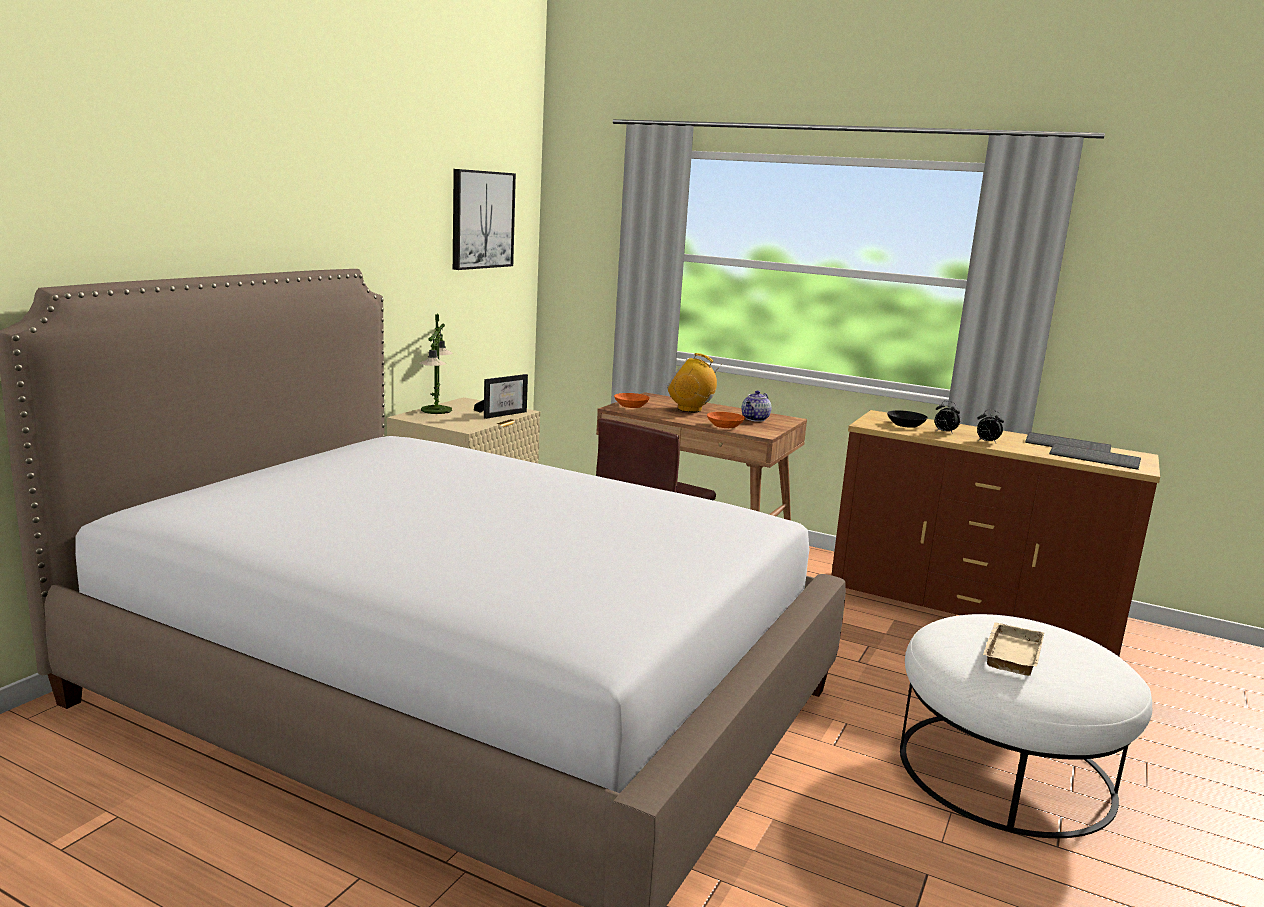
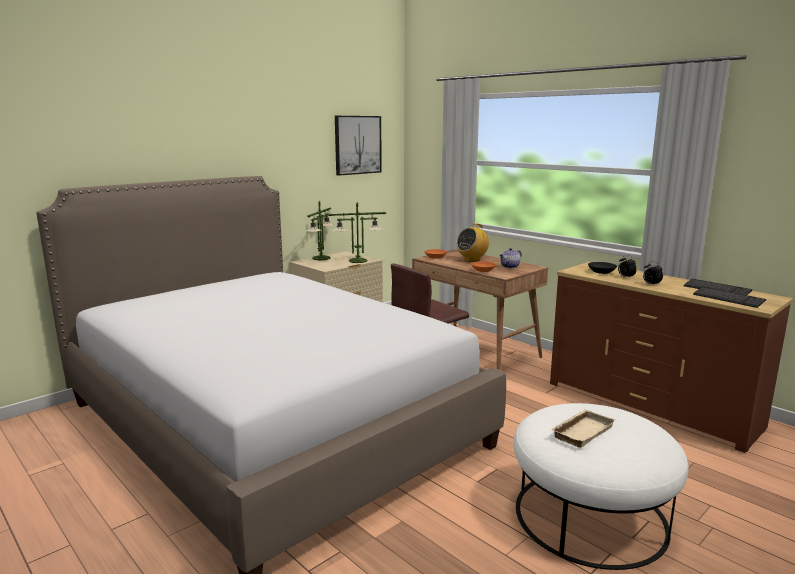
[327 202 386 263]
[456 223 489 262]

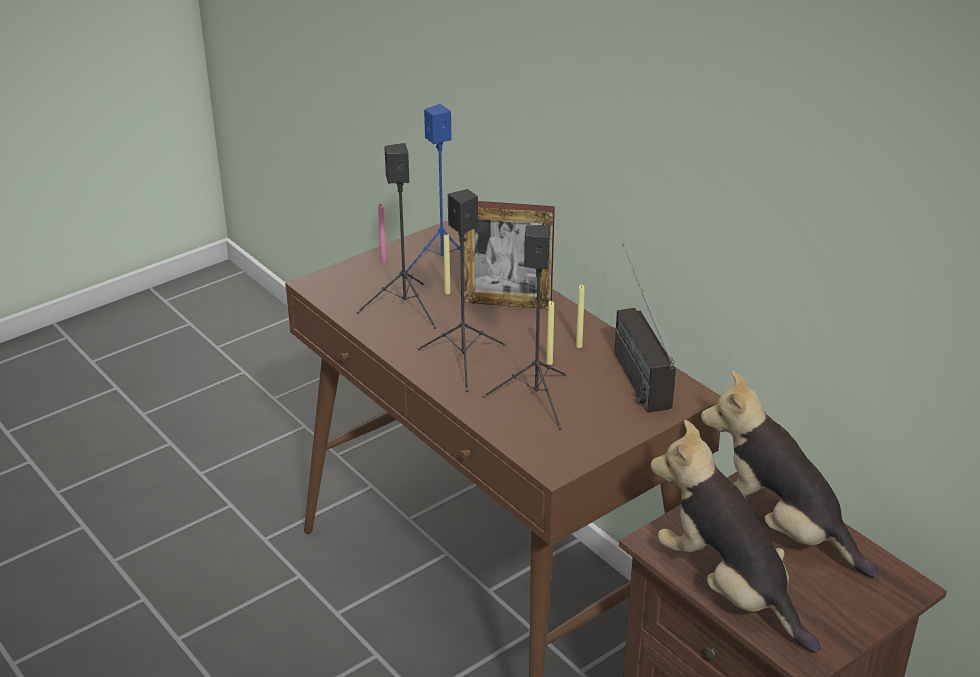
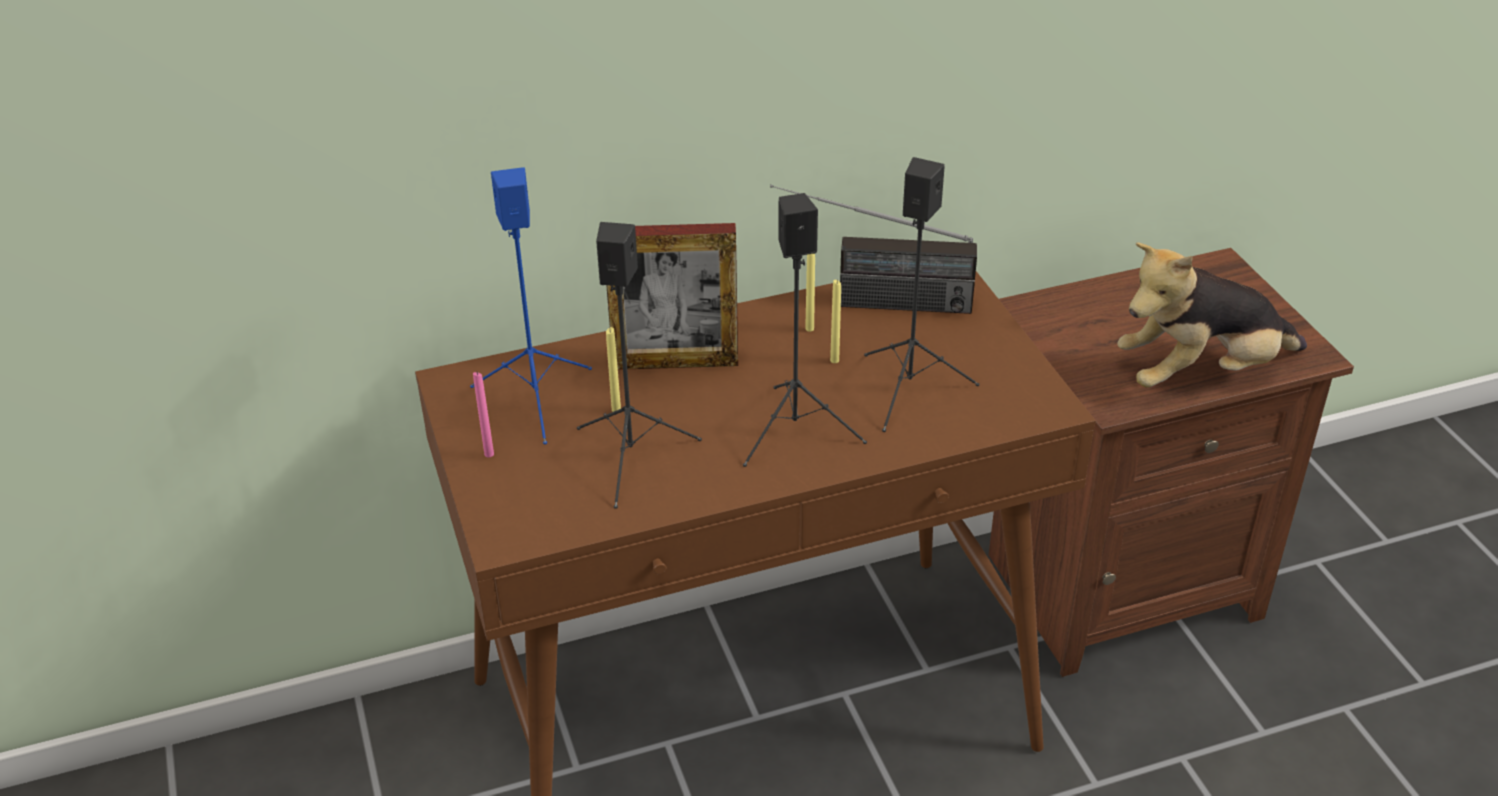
[606 223 738 370]
[701 370 879 578] (first image)

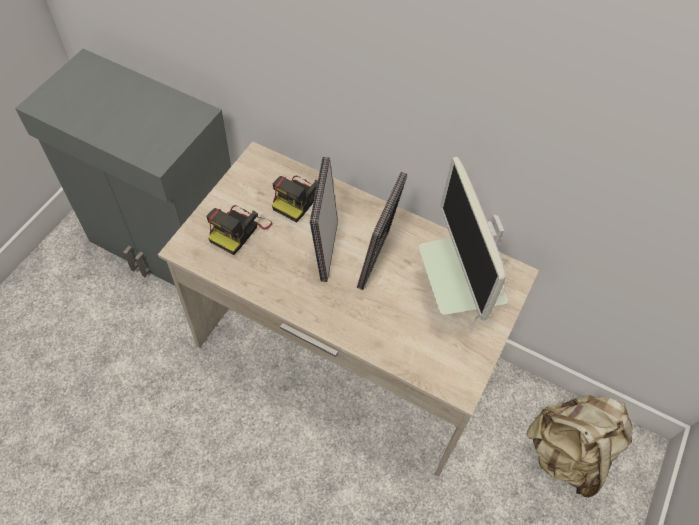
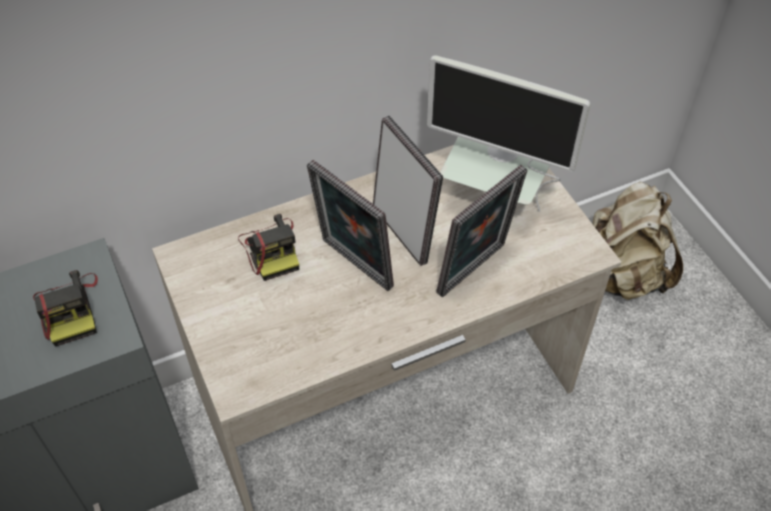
[33 270 98 347]
[436 165 527 297]

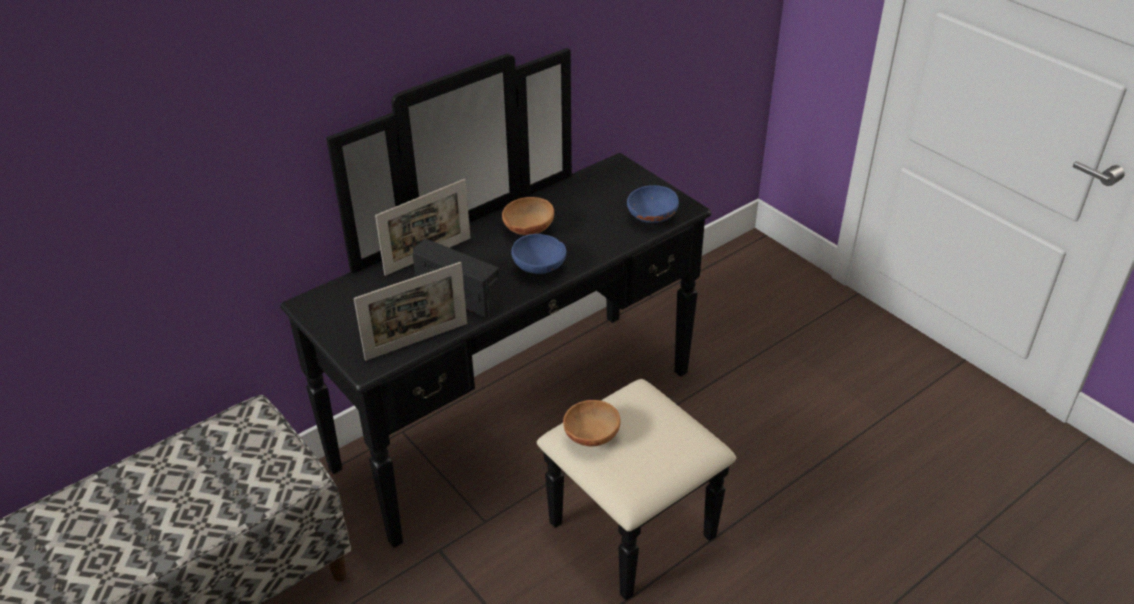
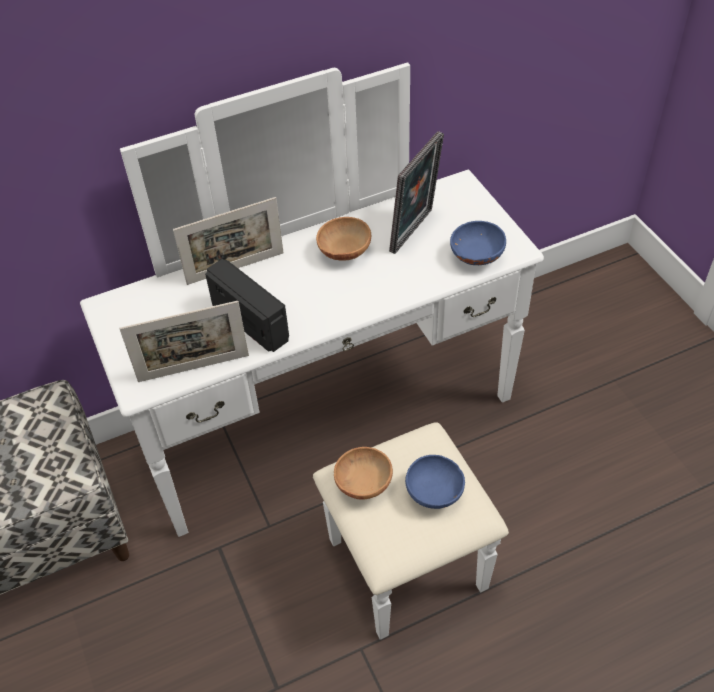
[80 62 544 640]
[405 455 465 509]
[389 131 444 254]

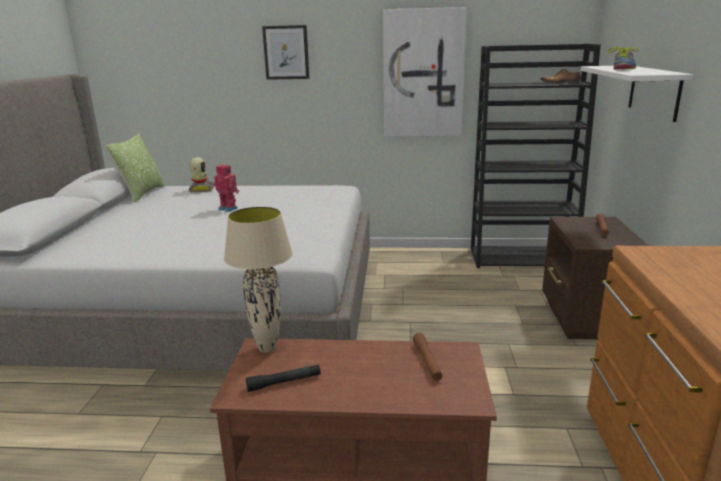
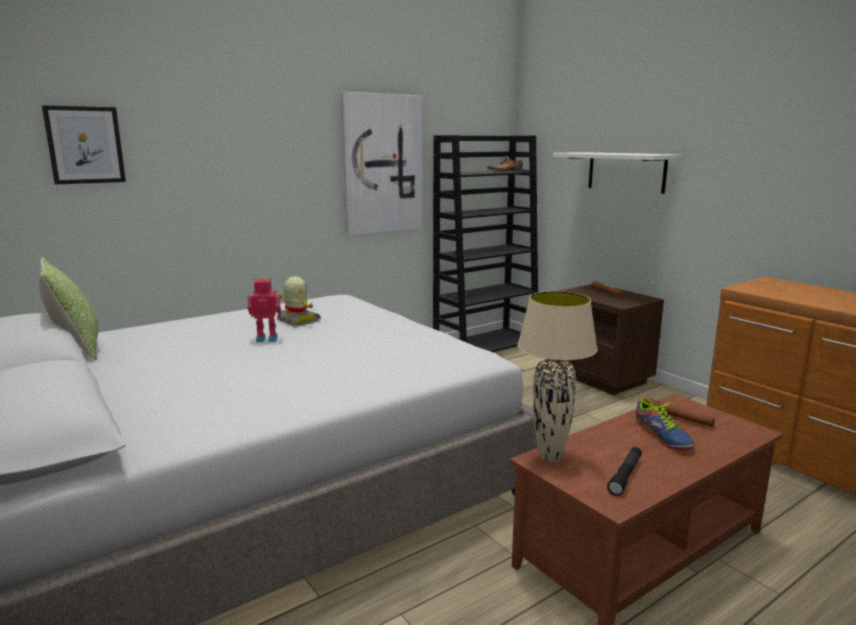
[277 276 321 326]
[42 105 126 184]
[635 397 695 450]

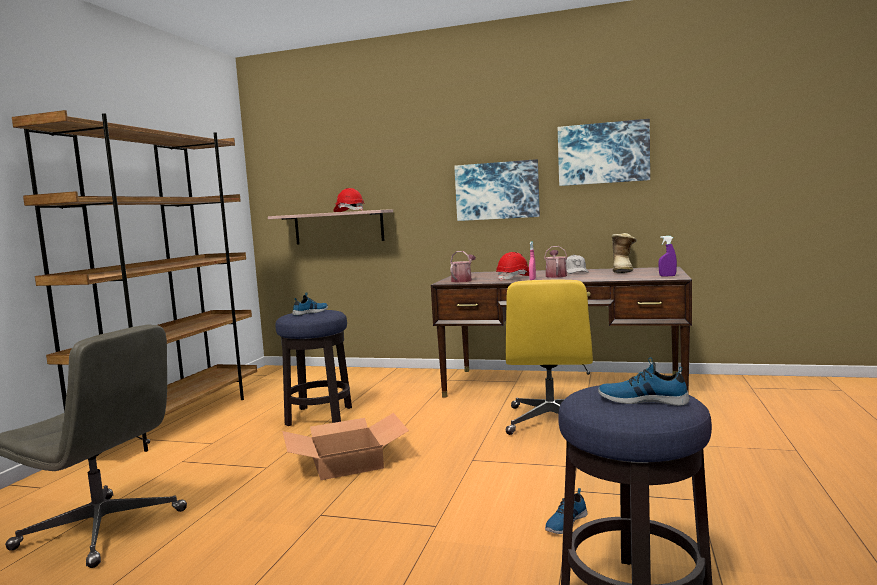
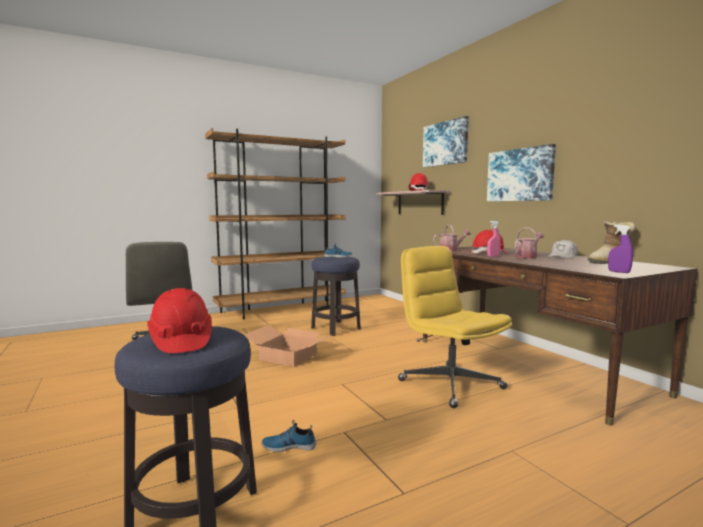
[398 246 512 408]
[423 116 469 167]
[147 288 212 353]

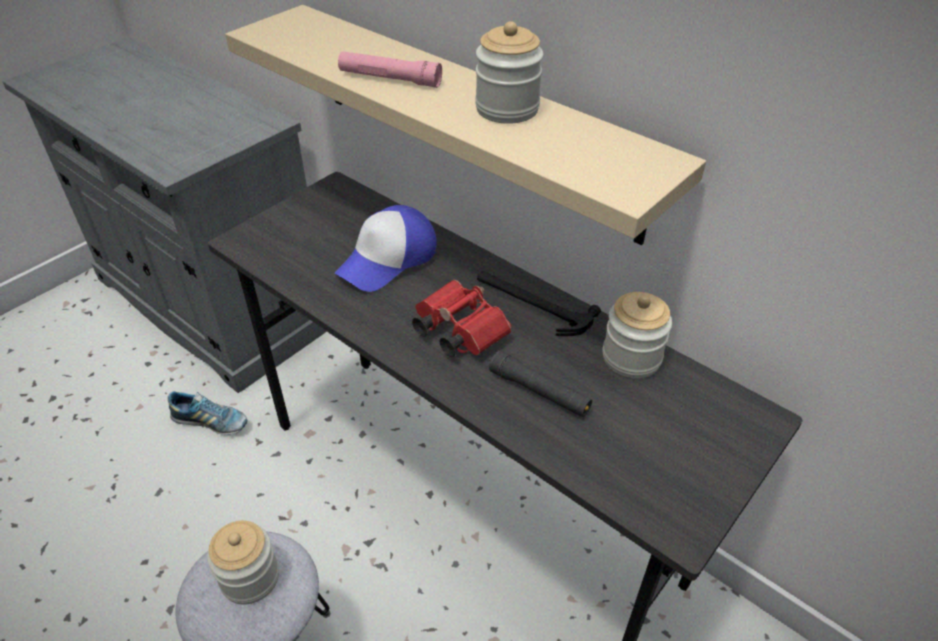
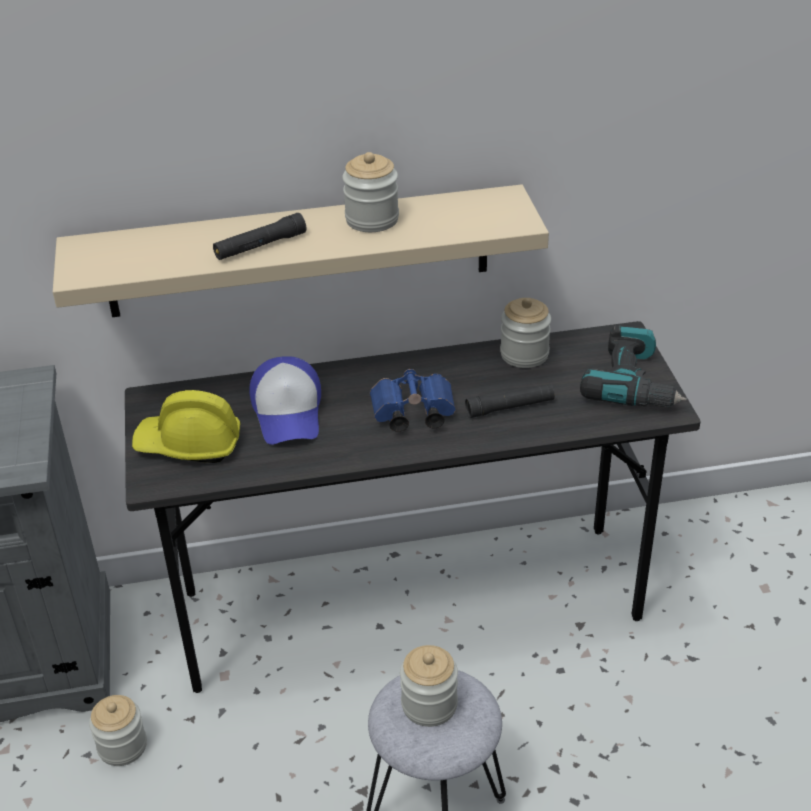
[89 695 147 766]
[213 213 306 260]
[370 369 455 432]
[477 271 601 336] (first image)
[132 390 240 463]
[580 325 687 408]

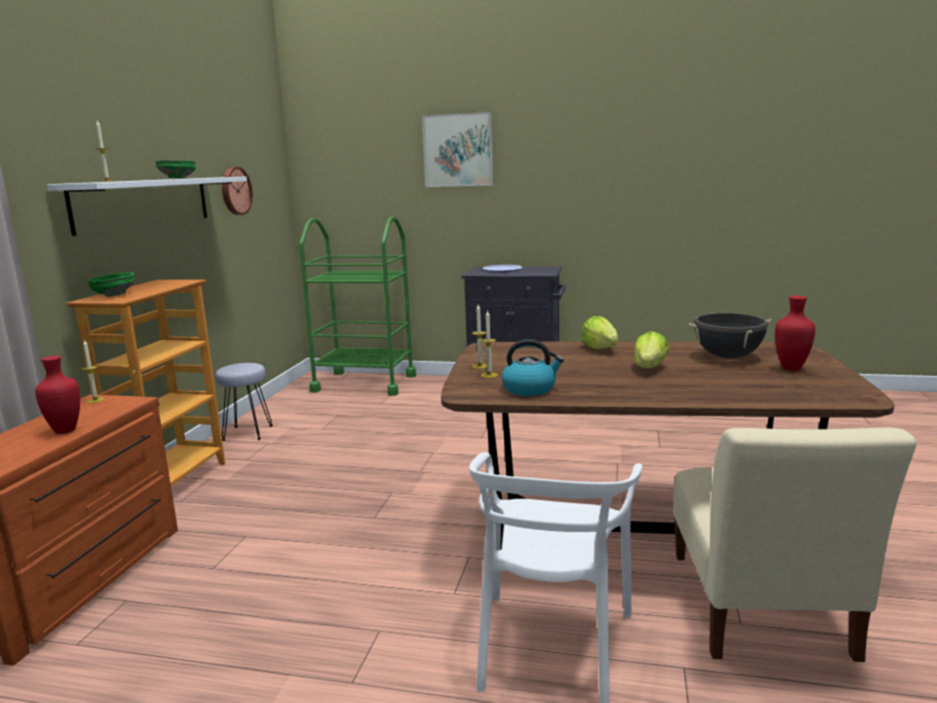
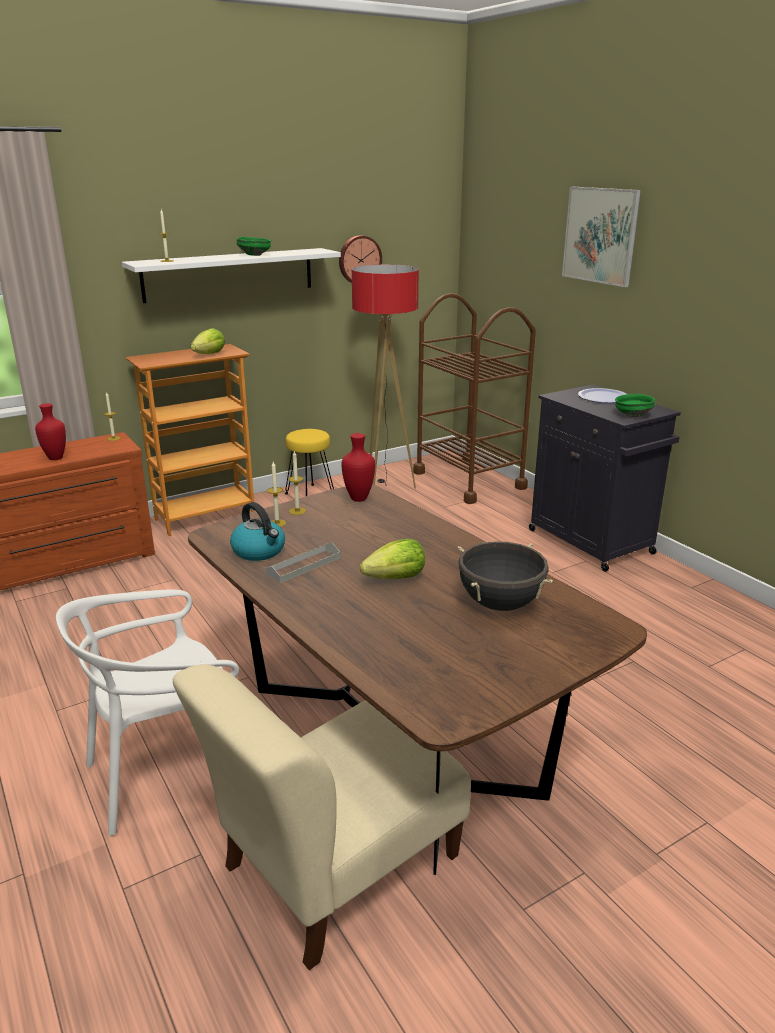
[615 394 655 417]
[285 429 334 496]
[413 293 536 504]
[191 328 225 354]
[342 433 375 502]
[265 543 340 583]
[352 264 419 489]

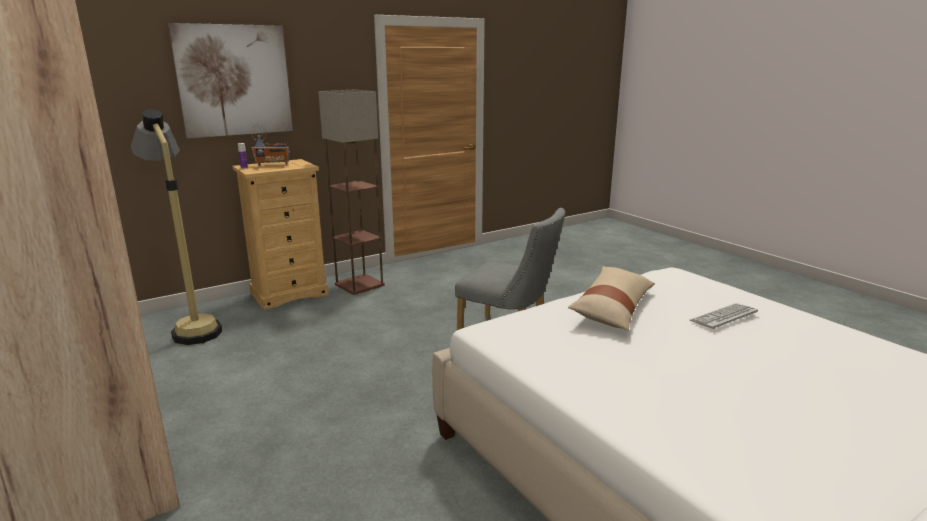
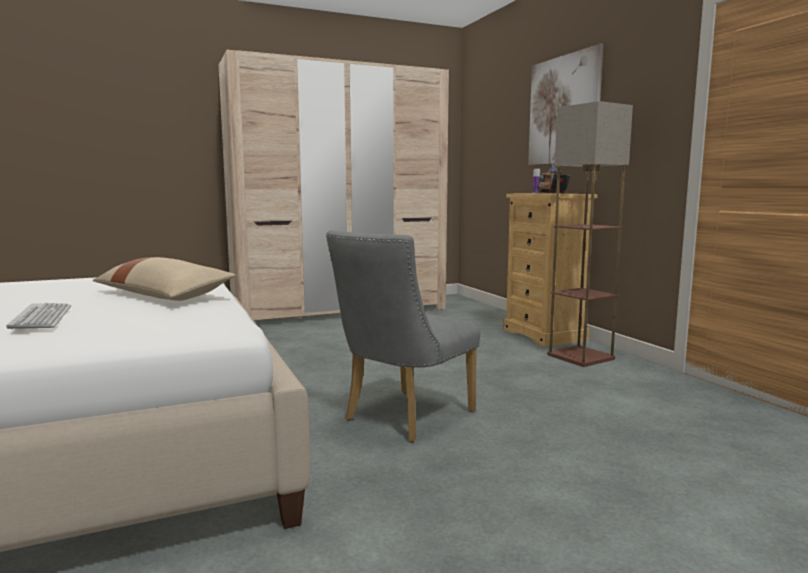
[131 109 222 345] (first image)

